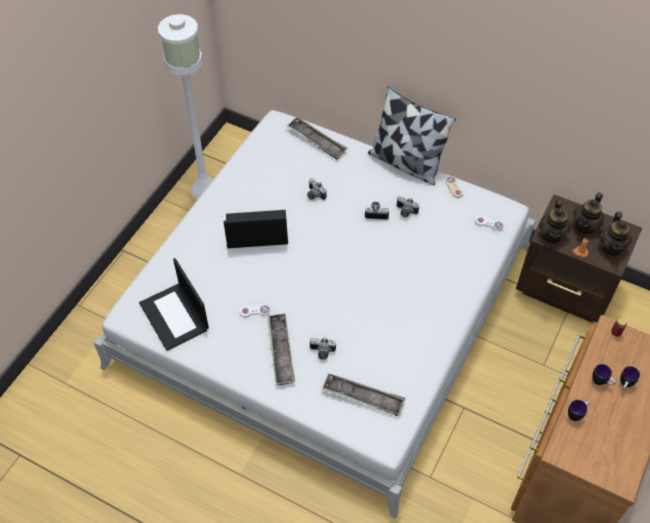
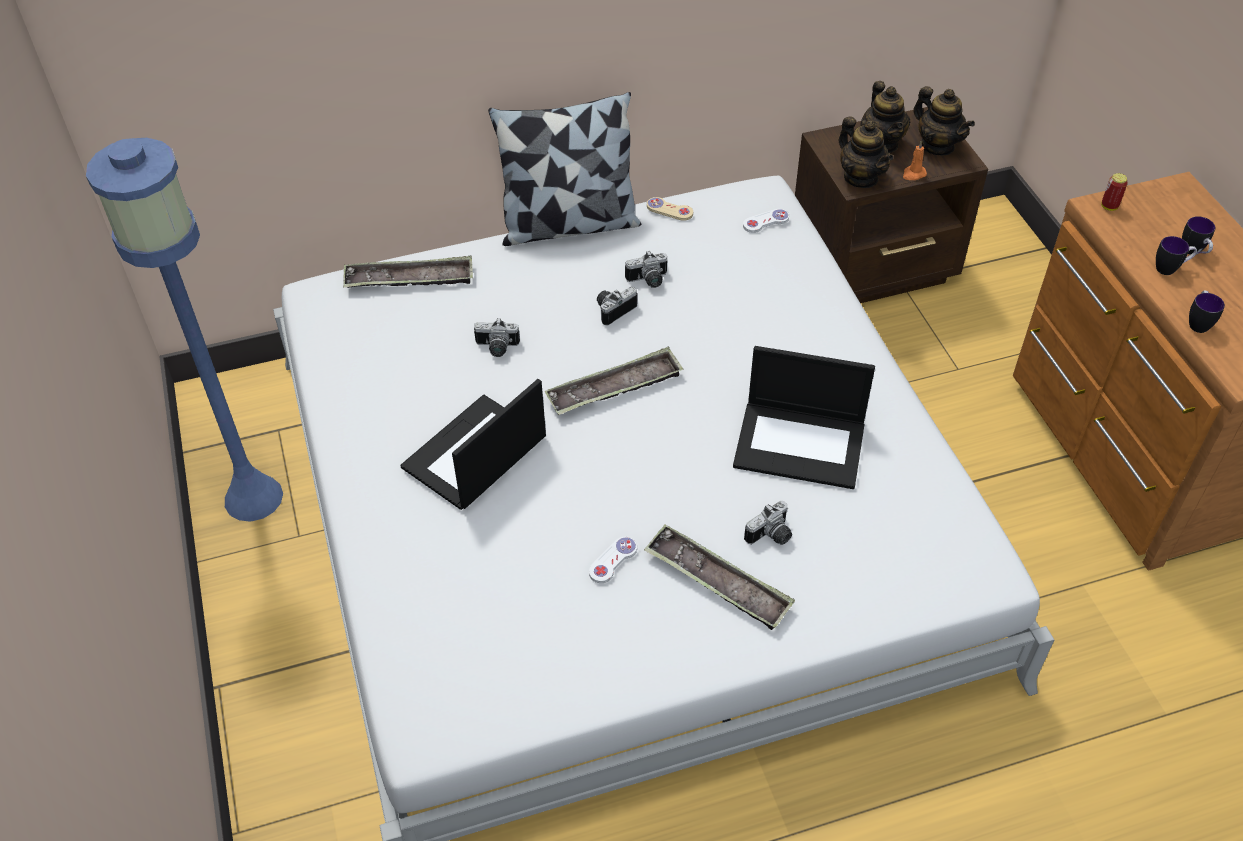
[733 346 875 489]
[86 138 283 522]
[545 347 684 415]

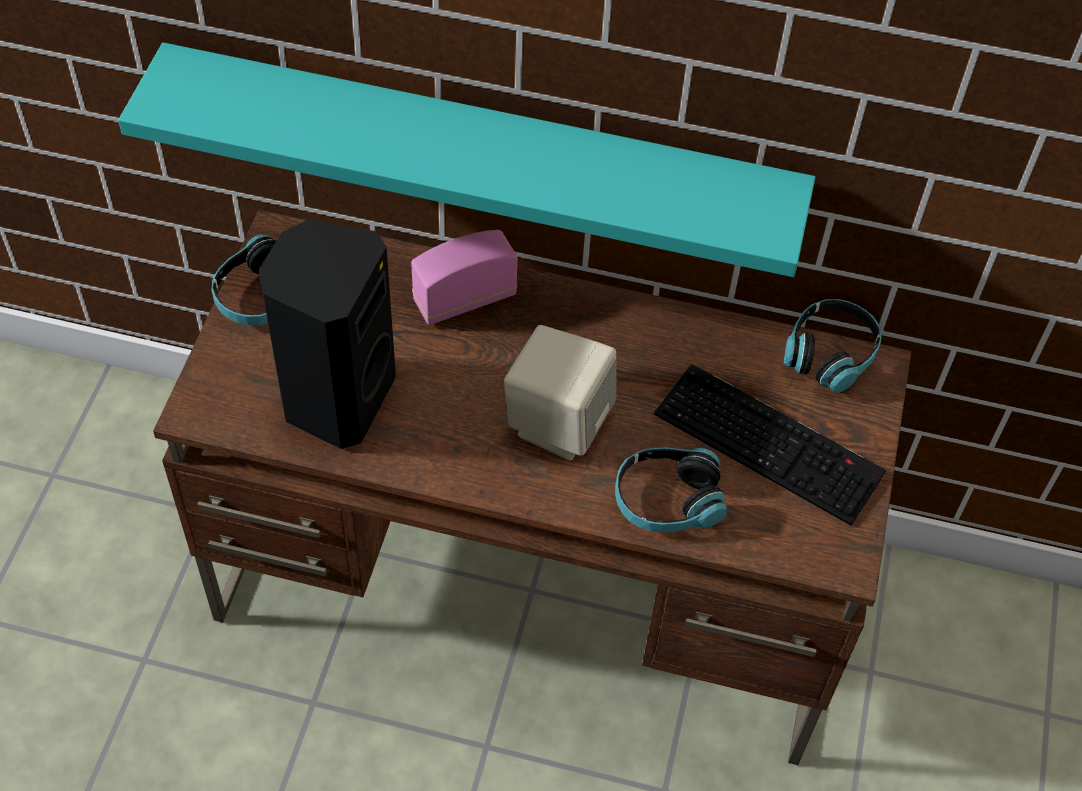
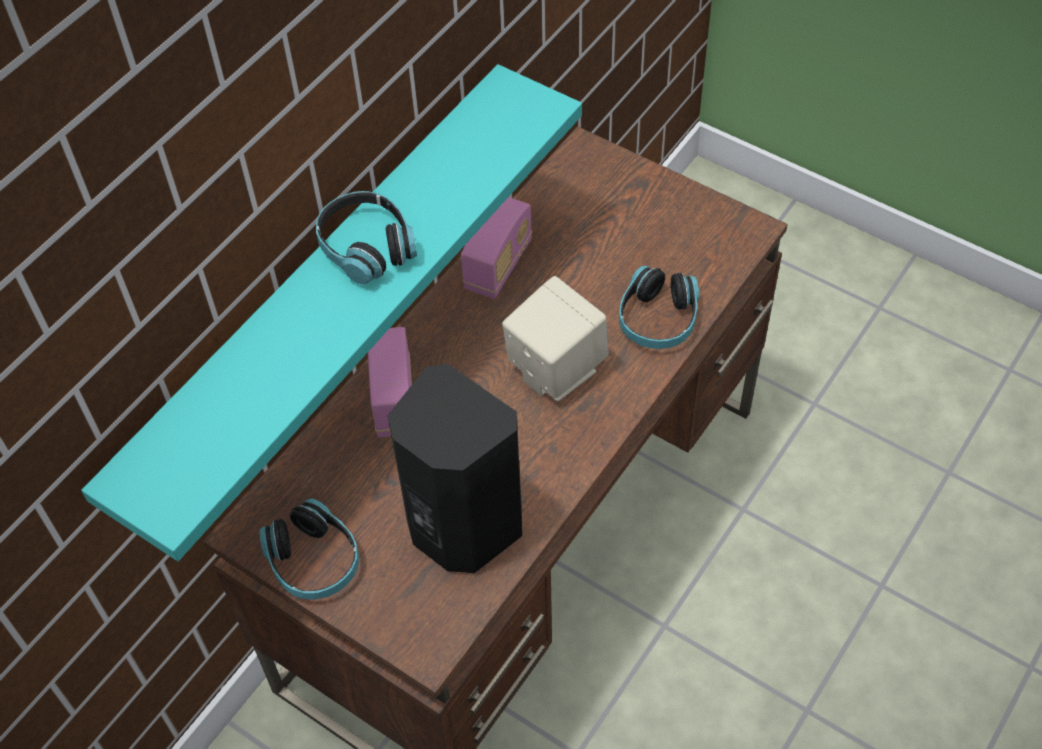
[654 364 886 526] (first image)
[316 191 417 285]
[461 197 532 299]

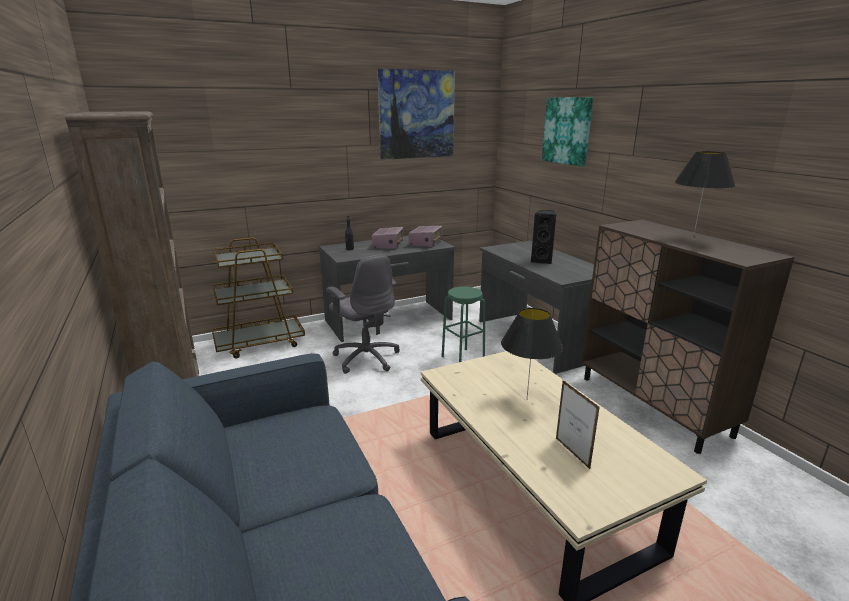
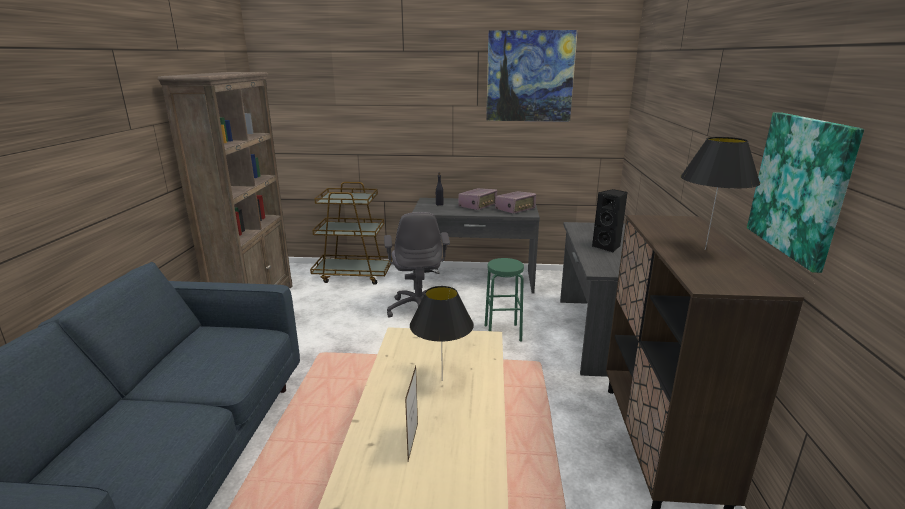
[747 112 864 273]

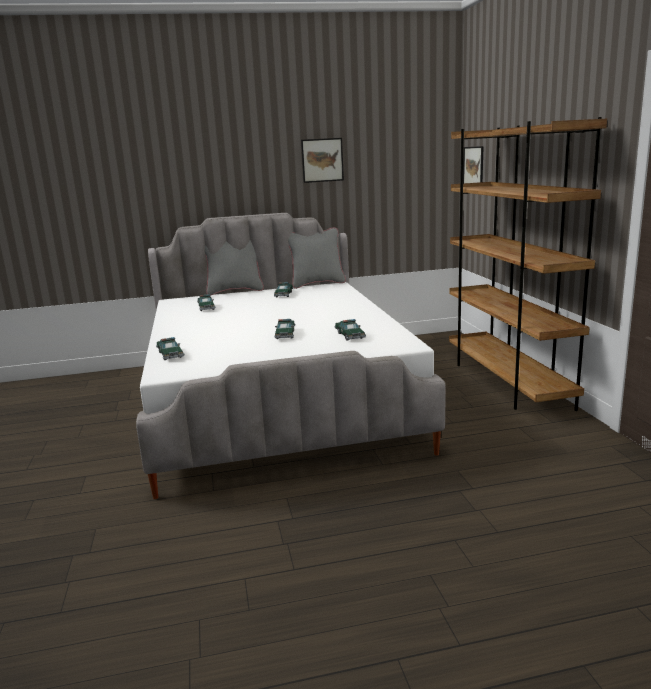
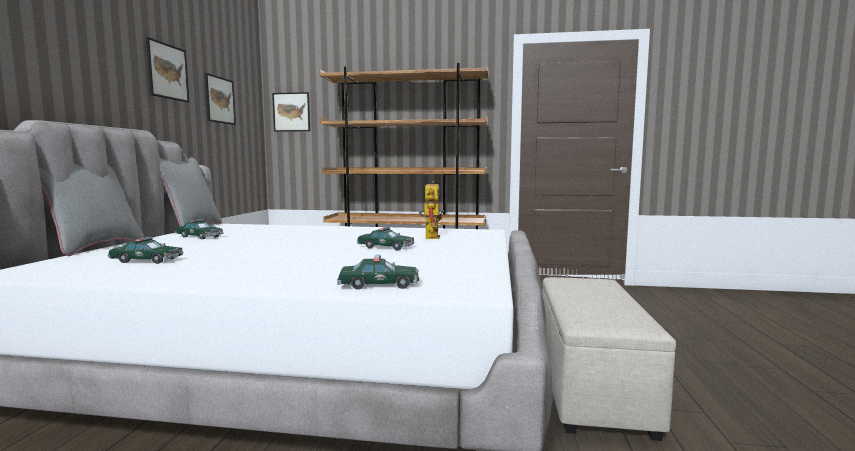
[419 181 445 239]
[205 73 236 125]
[542 277 676 441]

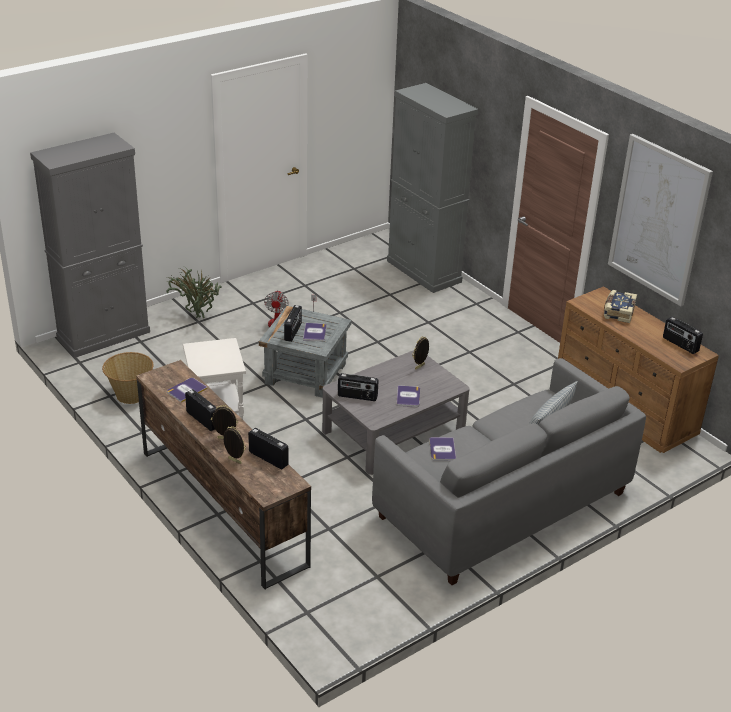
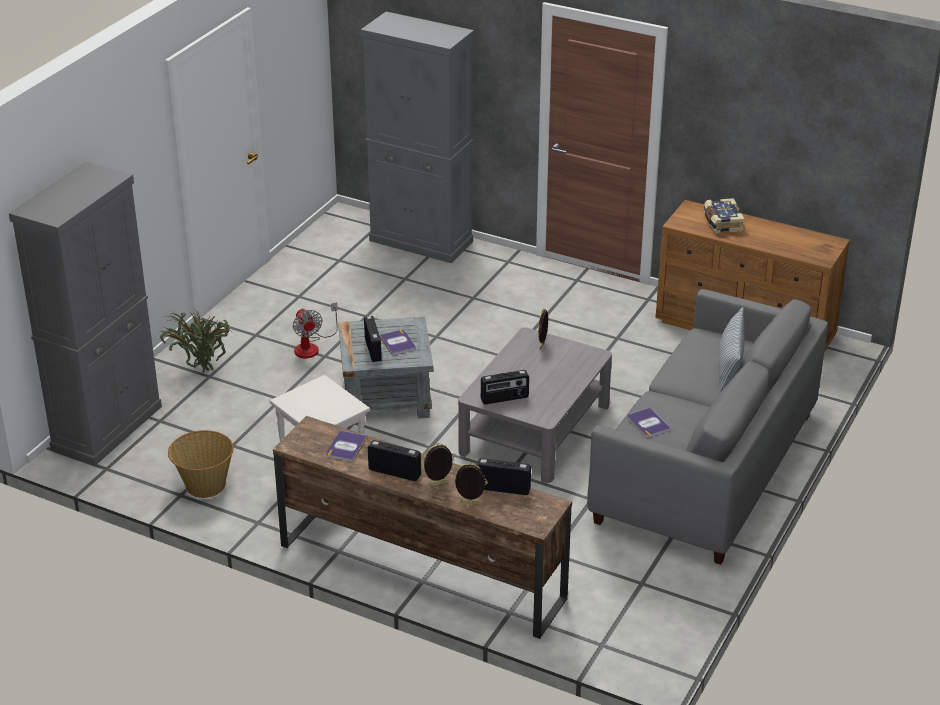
[396 385 420 407] (first image)
[608 134 713 306] (first image)
[663 317 703 354] (first image)

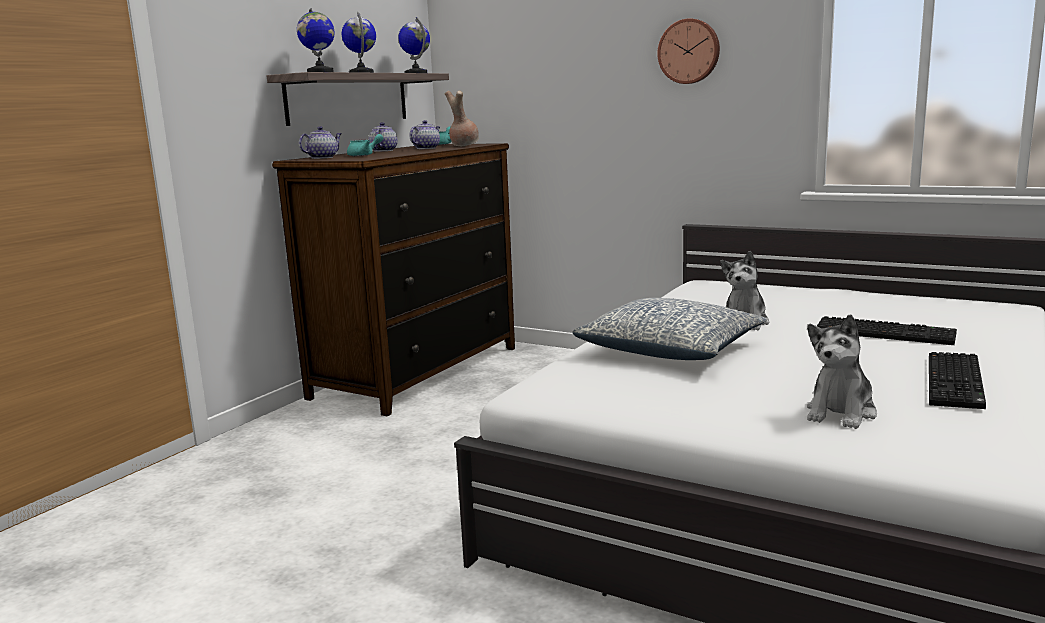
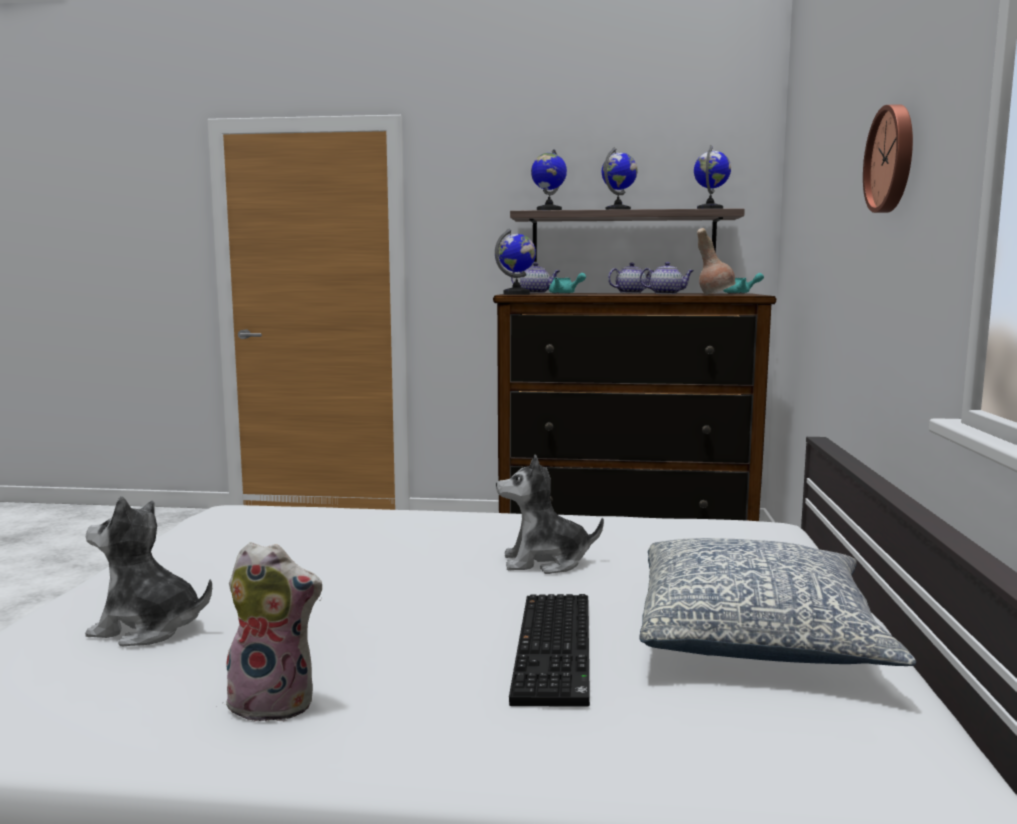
[639 538 916 666]
[219 542 322 722]
[495 229 536 295]

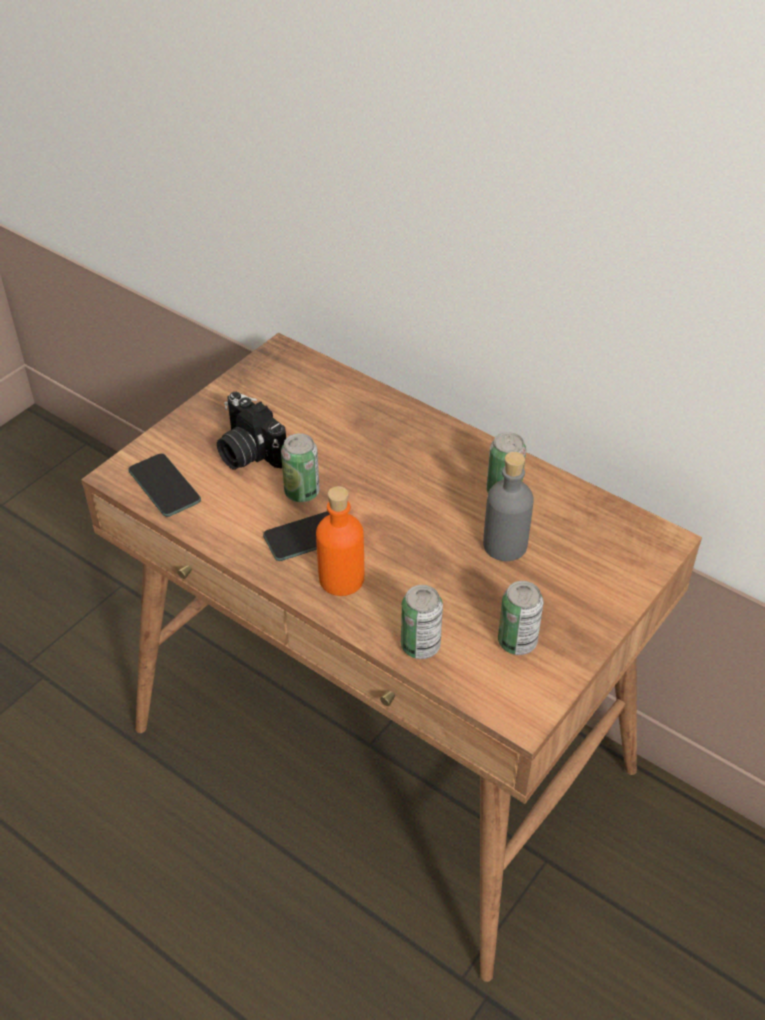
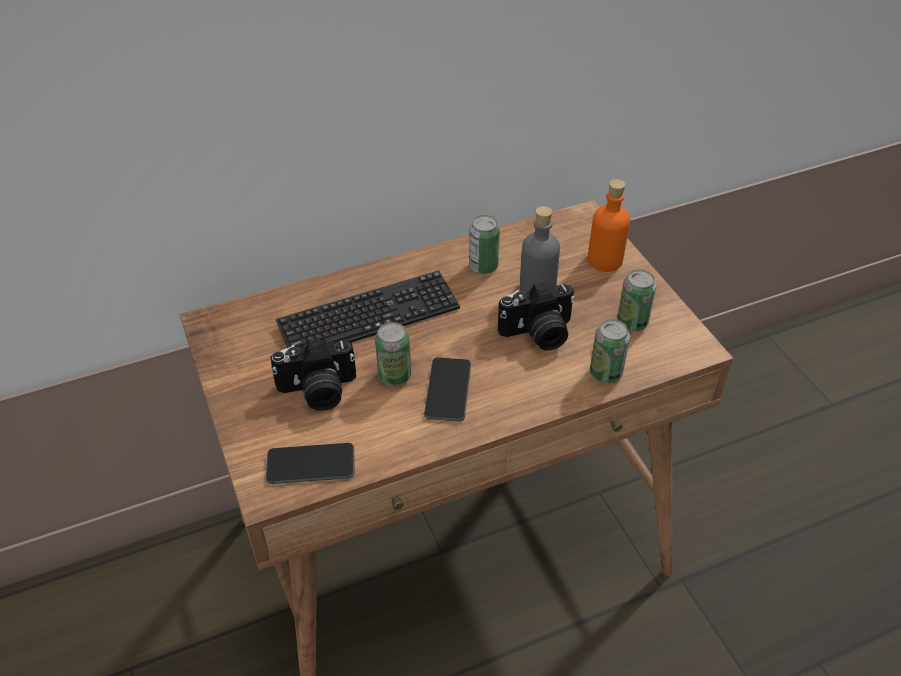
[588 179 630 272]
[276 270 460 348]
[498 282 575 351]

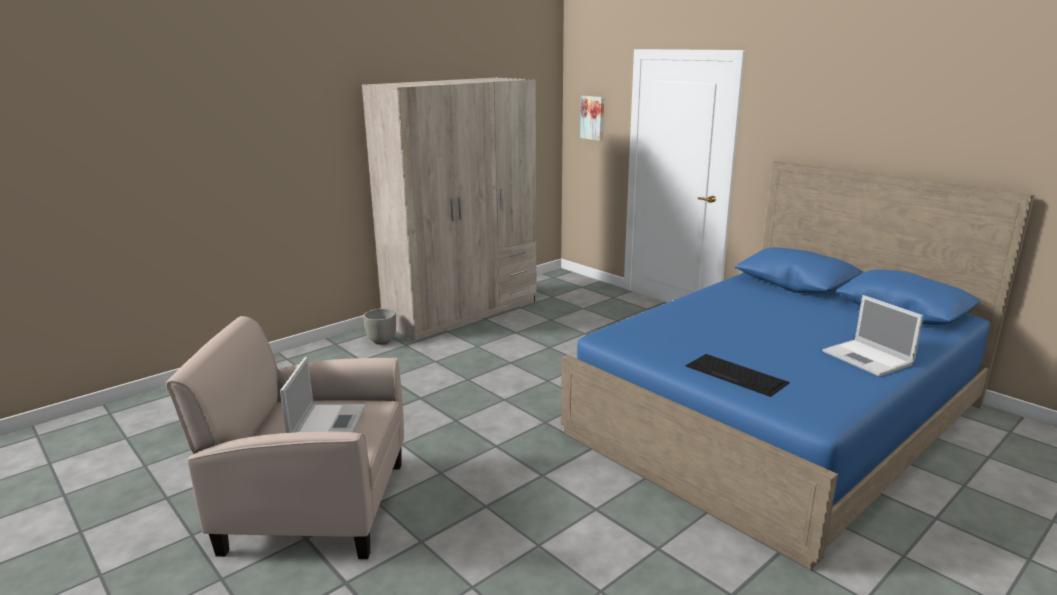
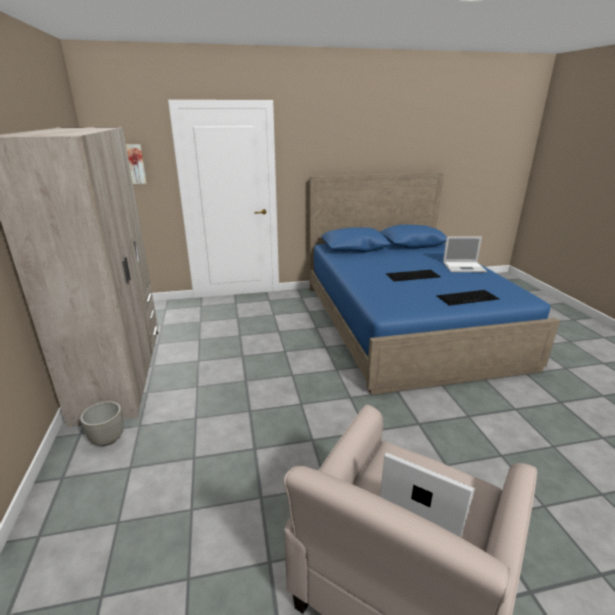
[386 270 441 281]

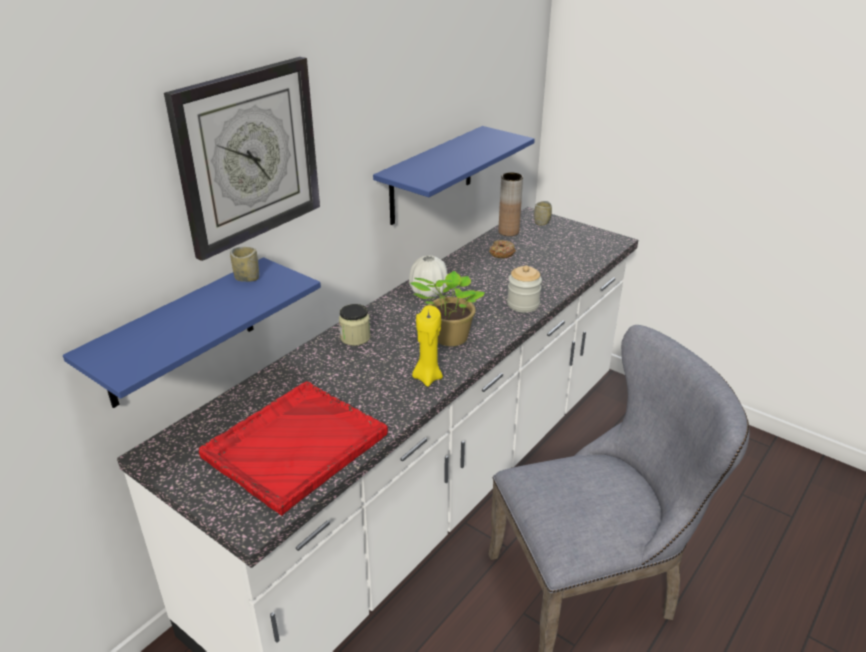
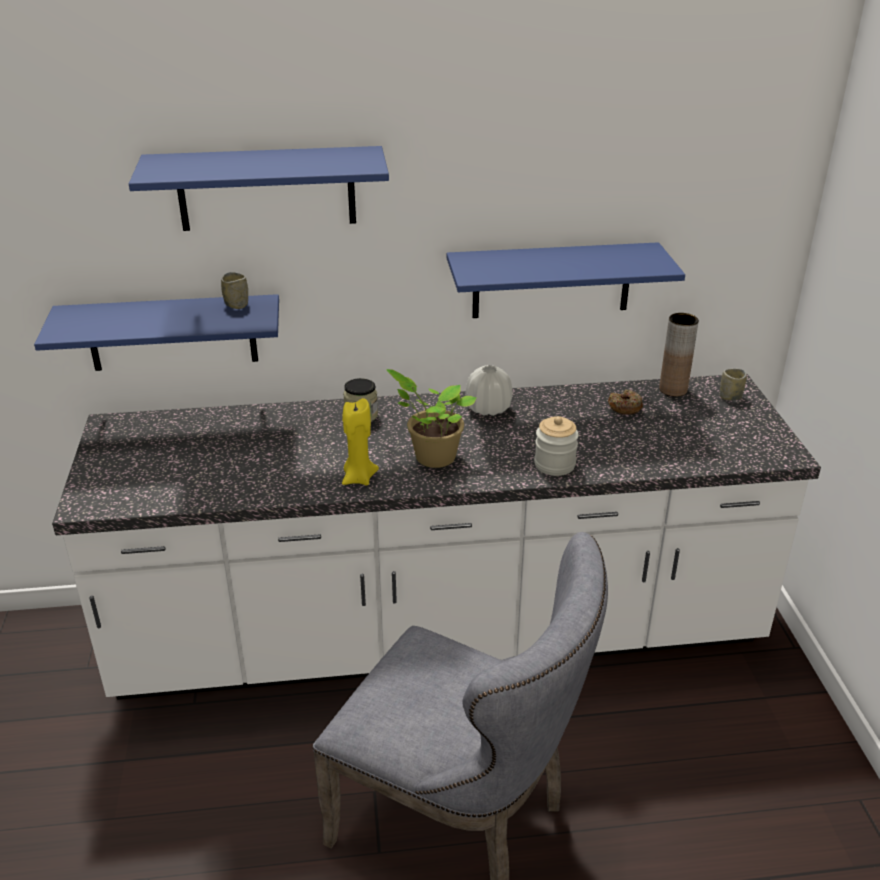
[129 146 389 231]
[199 381 388 515] (first image)

